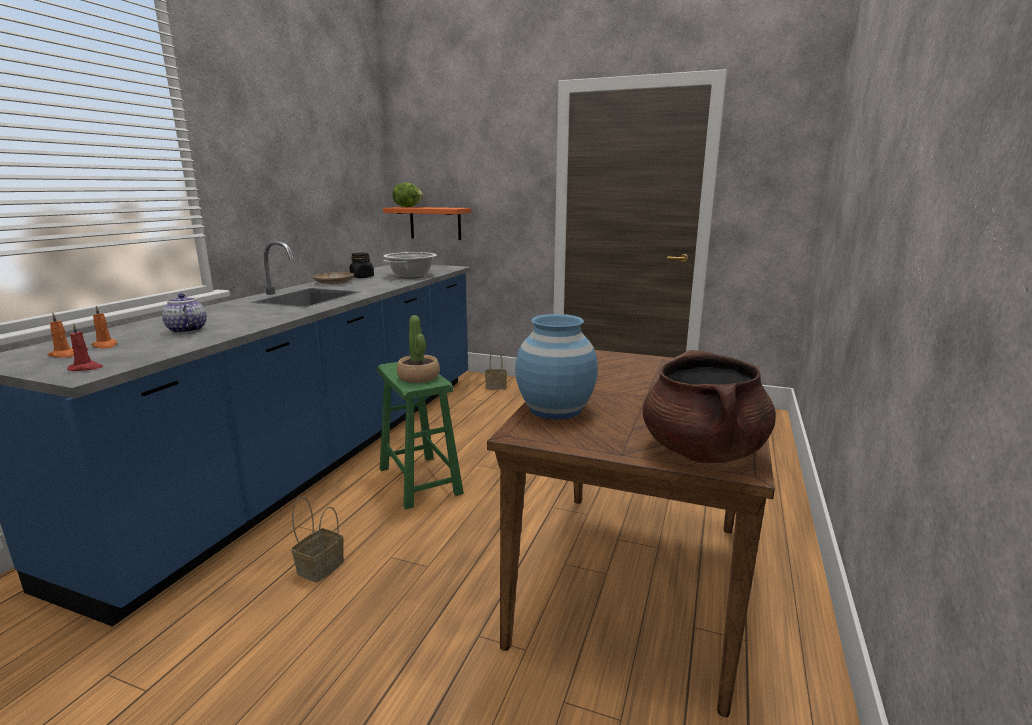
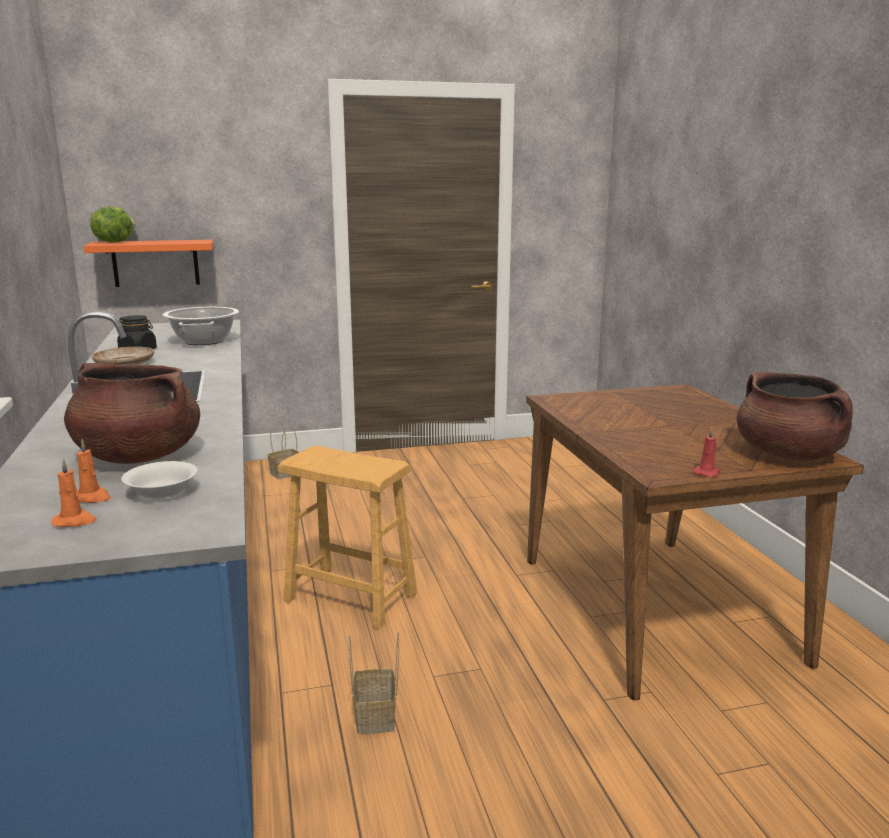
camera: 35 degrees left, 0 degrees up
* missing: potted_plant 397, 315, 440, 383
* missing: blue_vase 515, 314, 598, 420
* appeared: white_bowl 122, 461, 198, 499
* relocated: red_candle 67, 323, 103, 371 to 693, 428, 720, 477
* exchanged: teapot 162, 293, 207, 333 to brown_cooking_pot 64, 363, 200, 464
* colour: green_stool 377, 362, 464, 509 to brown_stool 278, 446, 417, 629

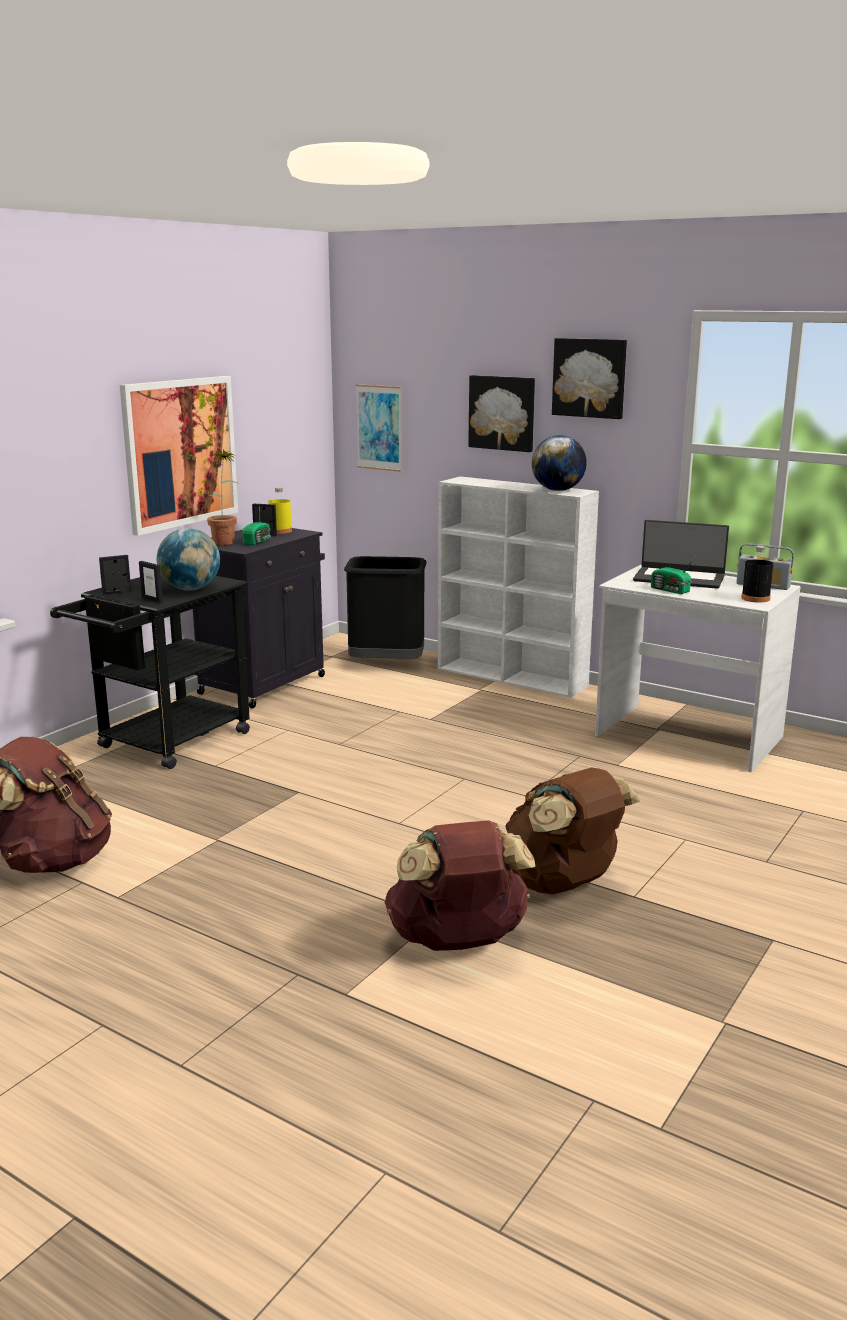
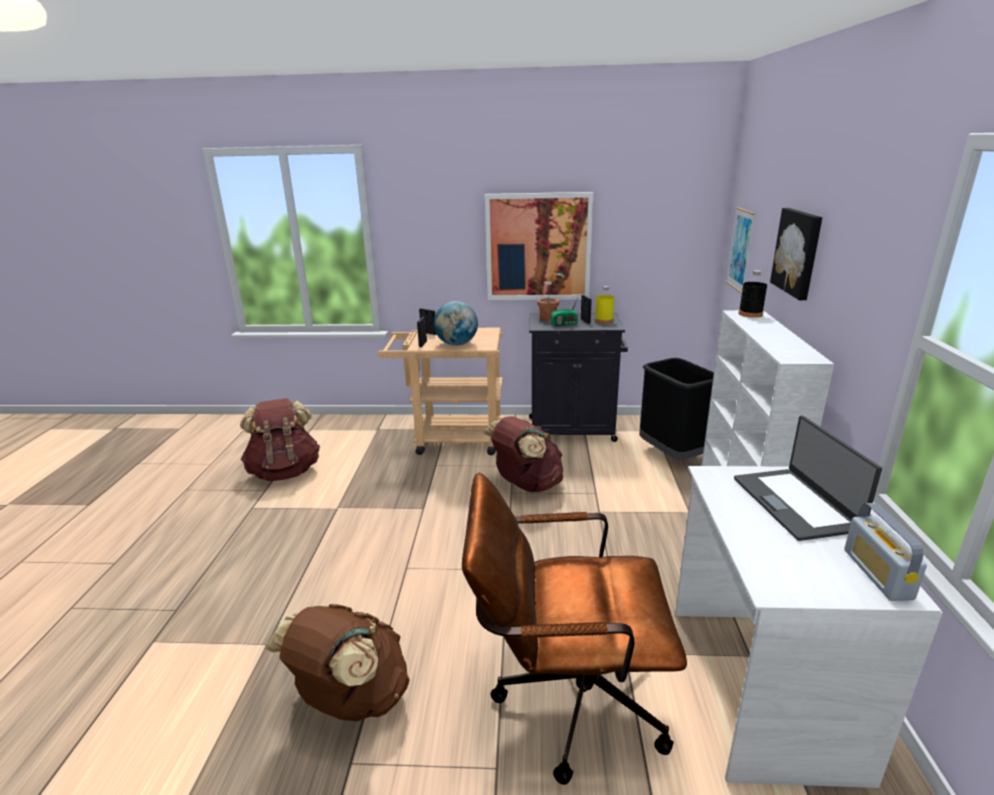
camera: 60 degrees right, 5 degrees up
* missing: globe 532, 435, 587, 491
* missing: picture 552, 338, 627, 419
* missing: radio 651, 556, 696, 594
* appeared: brown_office_chair 462, 473, 687, 785
* relocated: brown_backpack 385, 820, 535, 951 to 483, 416, 563, 492
* relocated: black_bottle 741, 546, 773, 603 to 739, 270, 767, 318
* colour: black_cart 50, 574, 250, 769 to beige_cart 377, 328, 503, 455

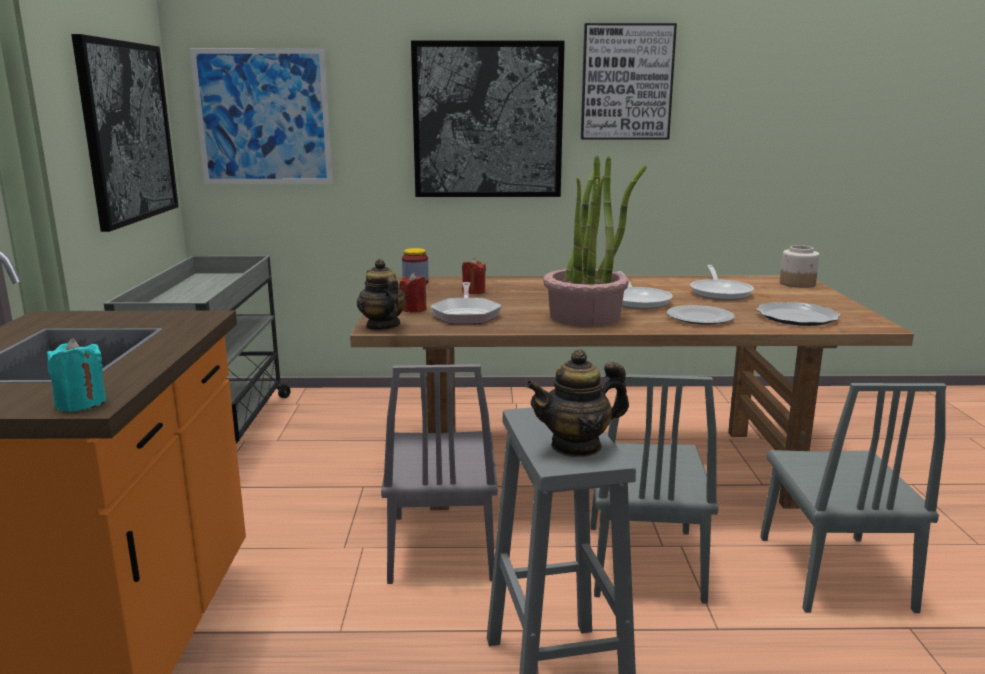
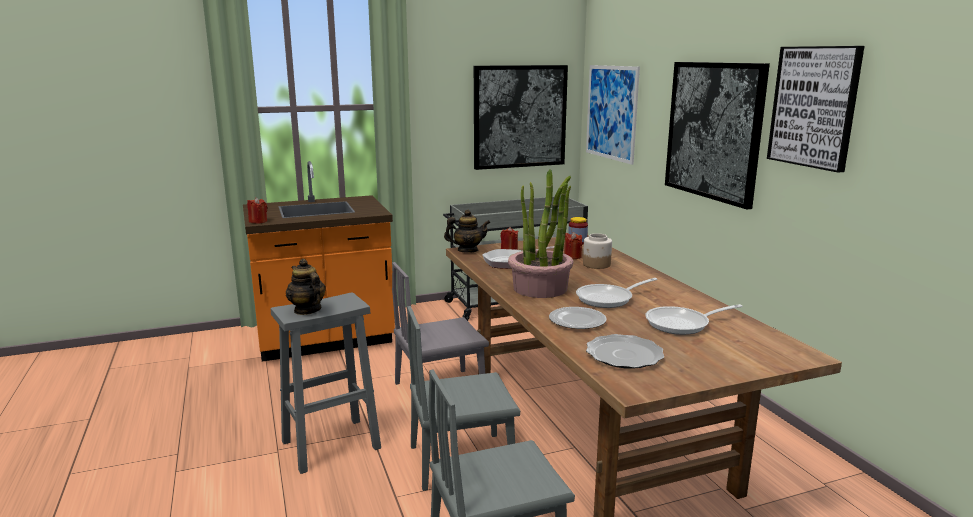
camera: 70 degrees right, 0 degrees up
* relocated: jar 780, 245, 819, 288 to 583, 233, 612, 269
* colour: turquoise_candle 47, 338, 106, 412 to red_candle 247, 197, 267, 224
* spun: teapot 357, 259, 407, 330 = 444, 210, 491, 253 45 degrees clockwise

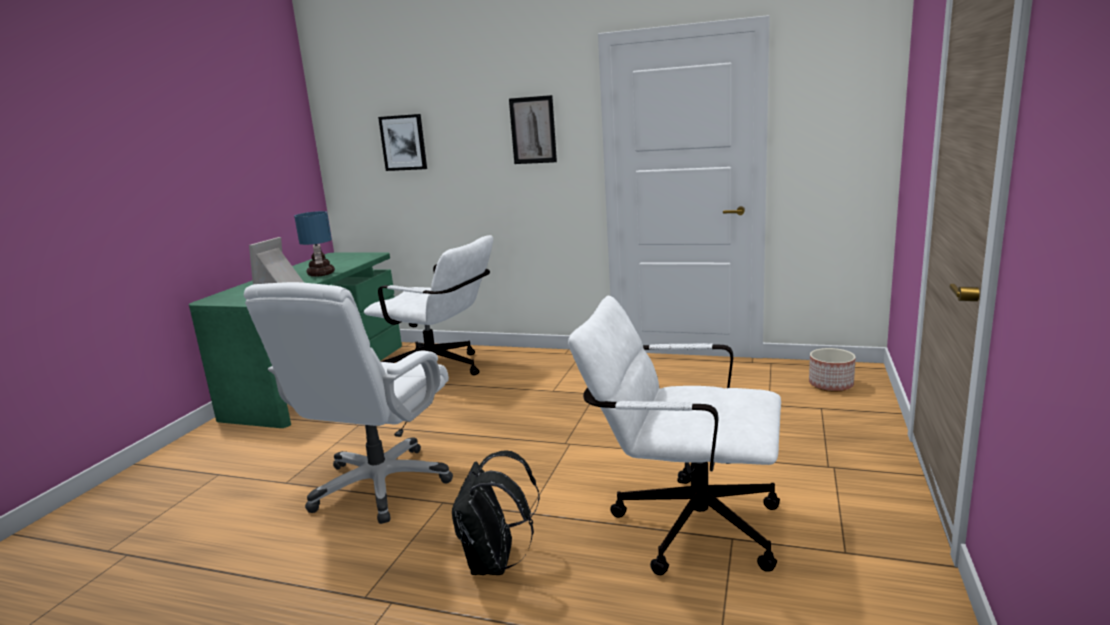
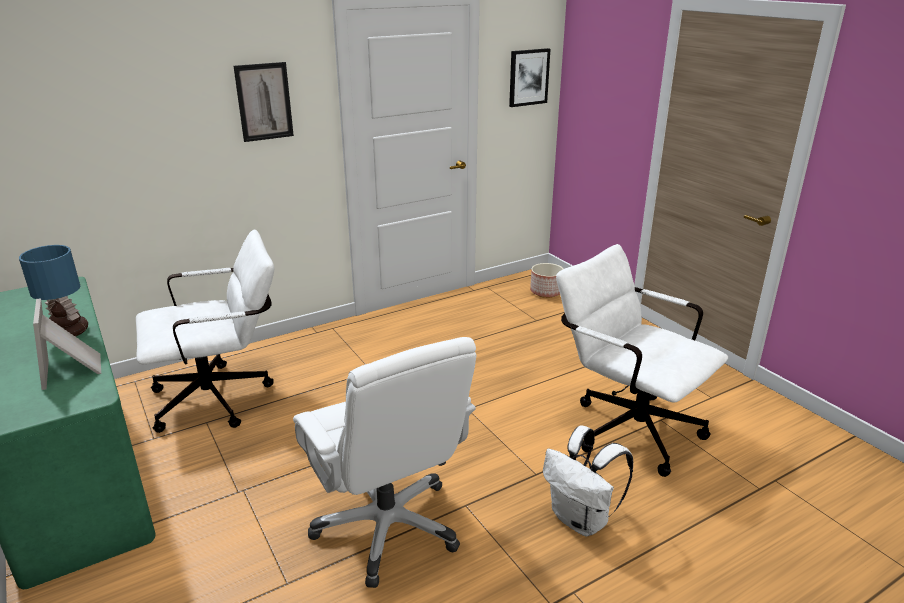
camera: 50 degrees left, 10 degrees up
* relocated: picture 378, 114, 427, 171 to 509, 48, 550, 107
* colour: black_backpack 452, 451, 540, 575 to white_backpack 543, 425, 633, 536
* spun: white_office_chair 568, 296, 781, 575 = 556, 244, 728, 477 75 degrees clockwise

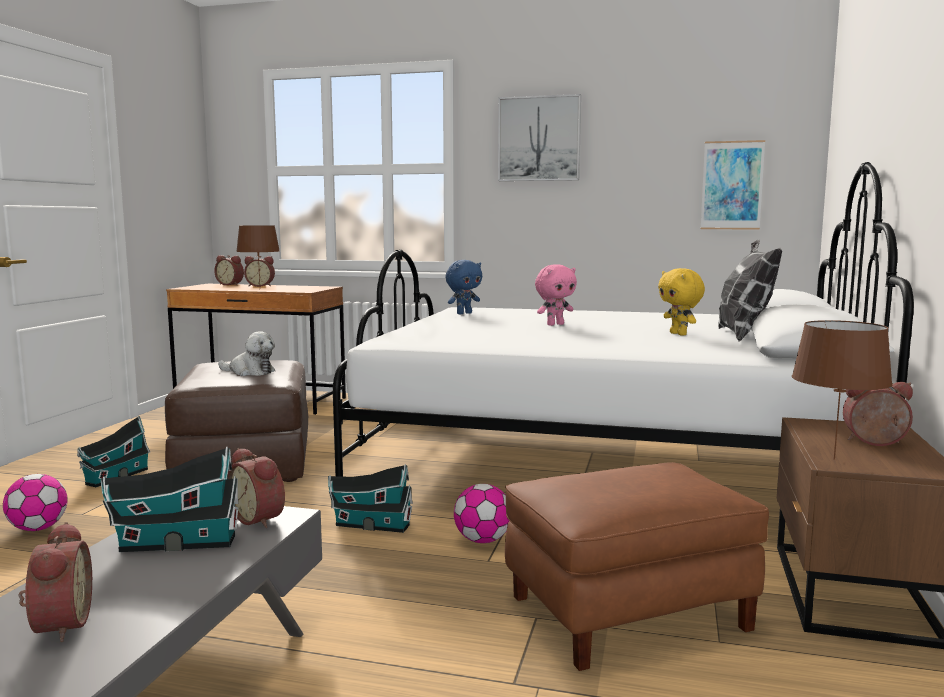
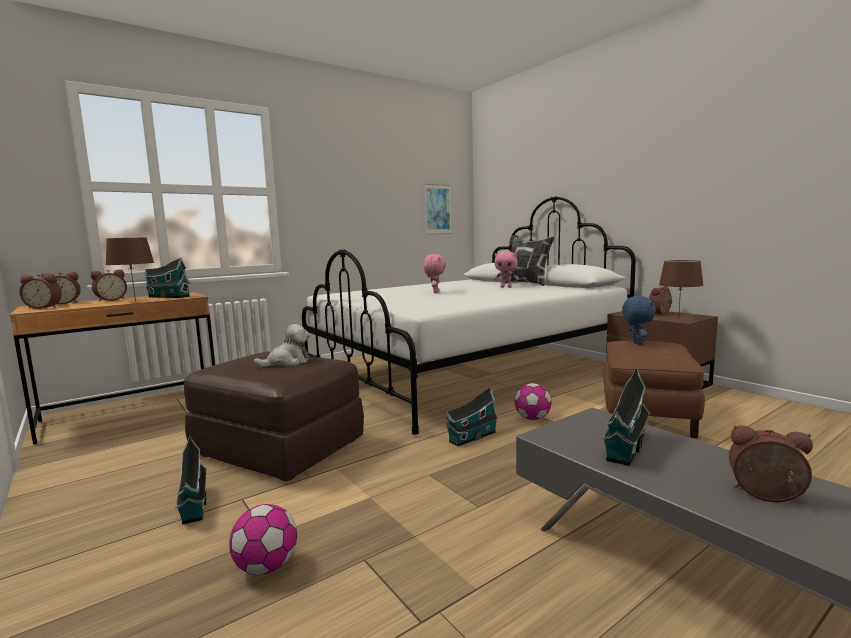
camera: 50 degrees left, 0 degrees up
* missing: picture 498, 94, 581, 181
* appeared: toy_house 144, 257, 191, 298
* relocated: alarm_clock 228, 448, 285, 528 to 19, 274, 62, 309
* relocated: blue_plush_toy 445, 260, 482, 314 to 622, 296, 656, 345
* colour: yellow_plush_toy 658, 268, 705, 335 to pink_plush_toy 493, 251, 519, 288

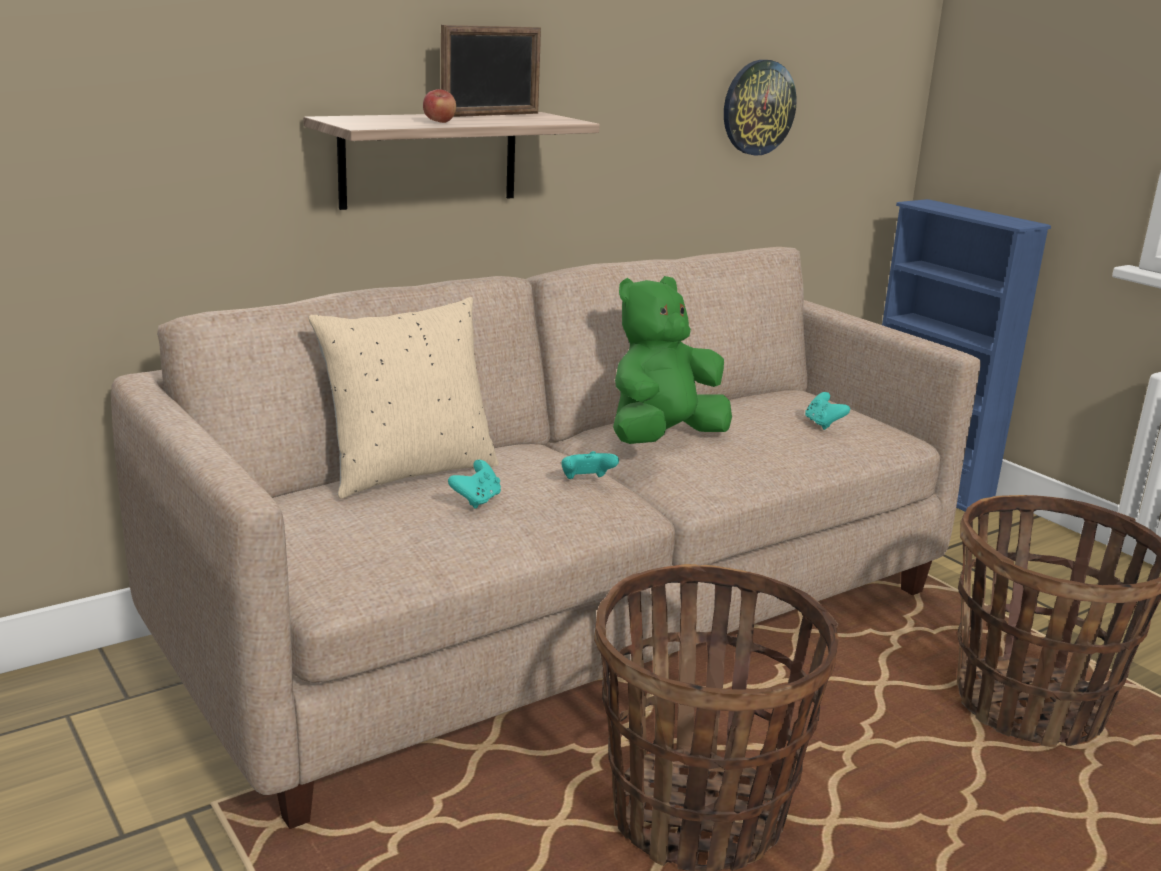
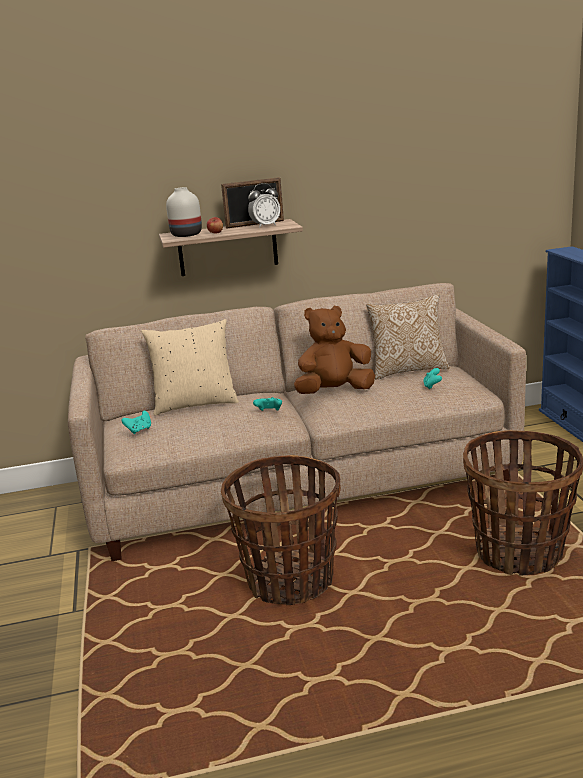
camera: 25 degrees right, 0 degrees up
* missing: wall_clock 724, 60, 797, 156
* appeared: white_vase 166, 187, 202, 237
* appeared: alarm_clock 248, 183, 280, 228
* appeared: pillow 366, 294, 450, 380
* relocated: turquoise_game_controller 448, 460, 501, 509 to 121, 411, 151, 434
* colour: green_plush_toy 613, 276, 732, 444 to brown_plush_toy 294, 306, 375, 394

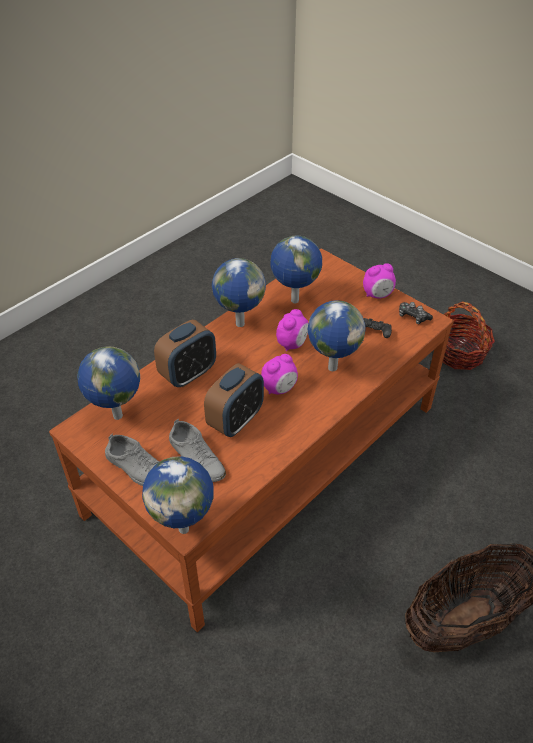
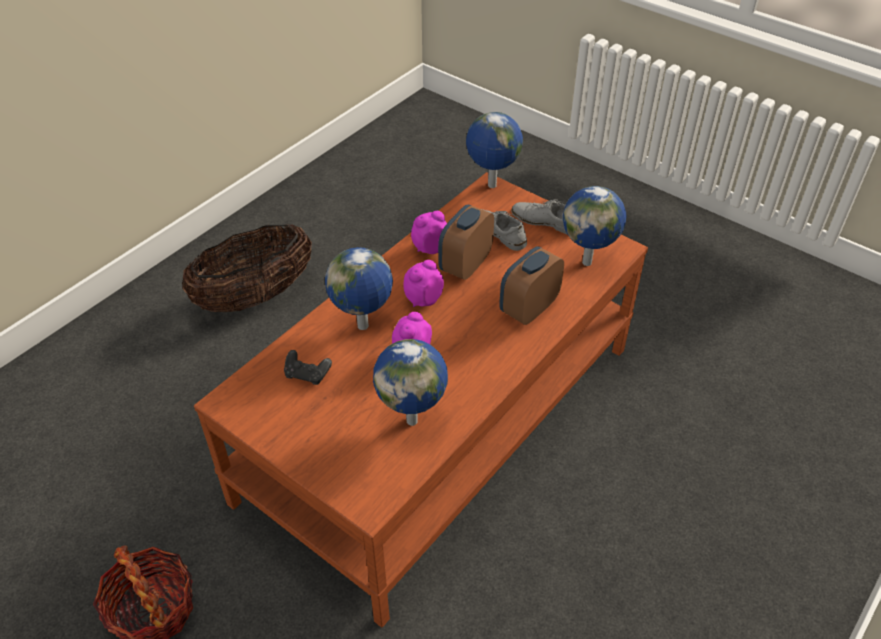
camera: 175 degrees right, 0 degrees up
* missing: globe 212, 258, 266, 327
* missing: game_controller 399, 302, 433, 324
* relocated: alarm_clock 363, 263, 396, 298 to 411, 211, 447, 254

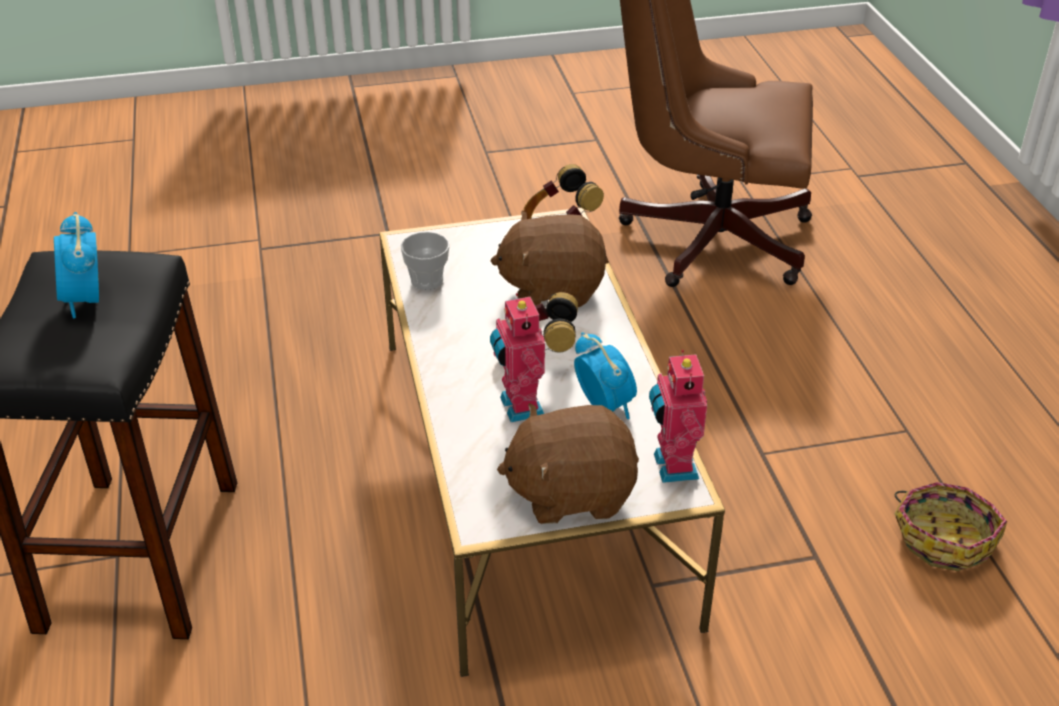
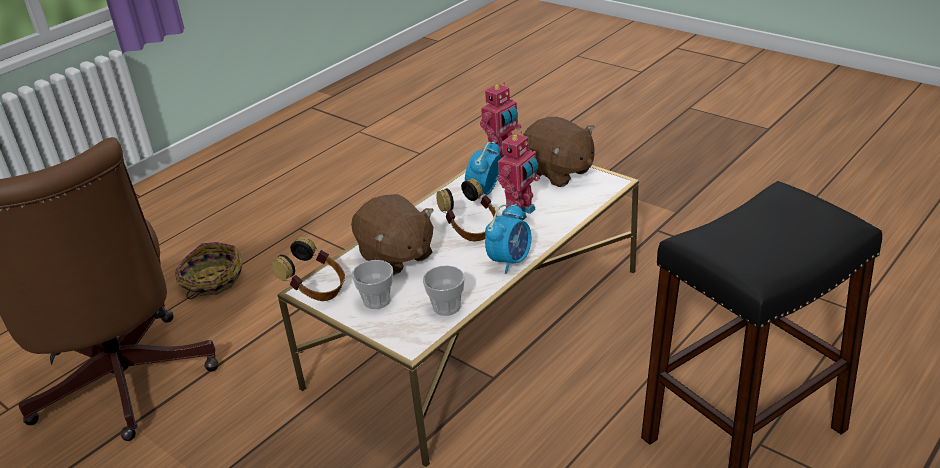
camera: 125 degrees left, 5 degrees down
* appeared: cup 352, 260, 393, 309
* relocated: alarm_clock 54, 212, 99, 318 to 485, 203, 531, 274
* relocated: basket 894, 482, 1007, 571 to 175, 242, 242, 299

